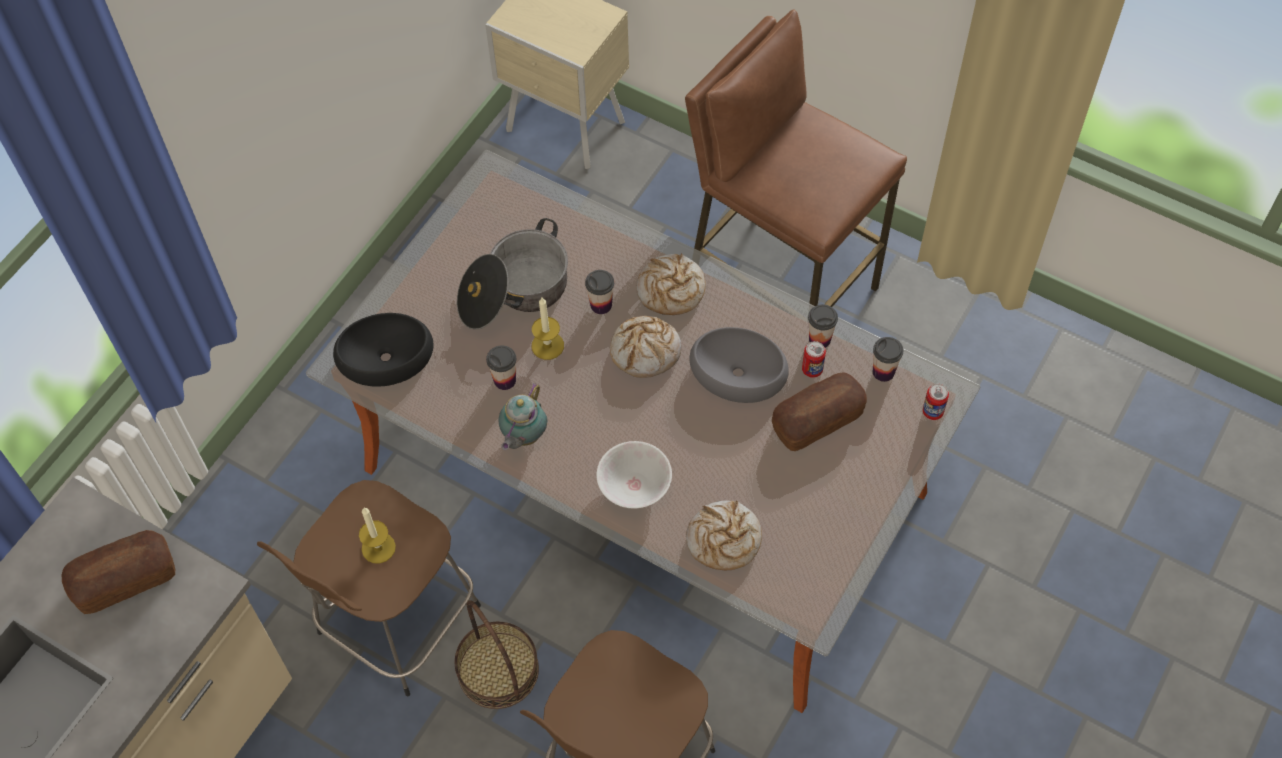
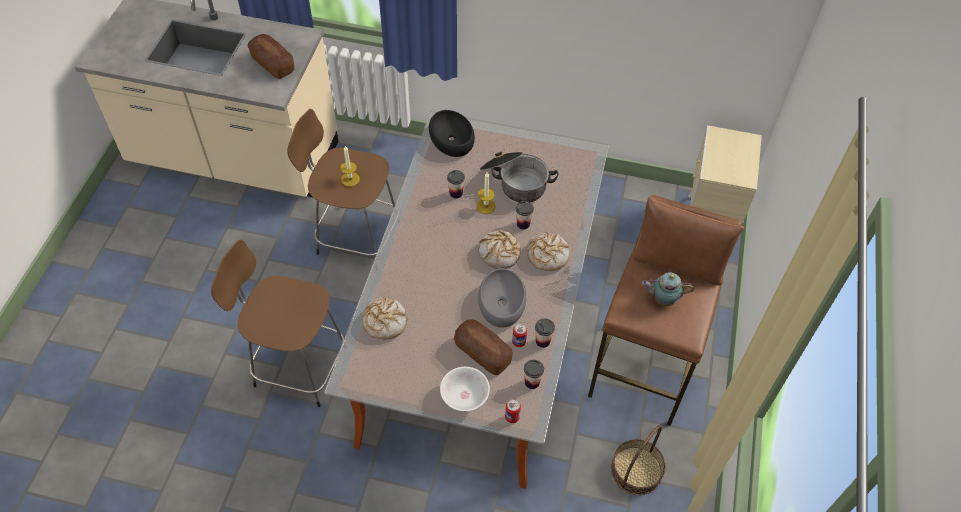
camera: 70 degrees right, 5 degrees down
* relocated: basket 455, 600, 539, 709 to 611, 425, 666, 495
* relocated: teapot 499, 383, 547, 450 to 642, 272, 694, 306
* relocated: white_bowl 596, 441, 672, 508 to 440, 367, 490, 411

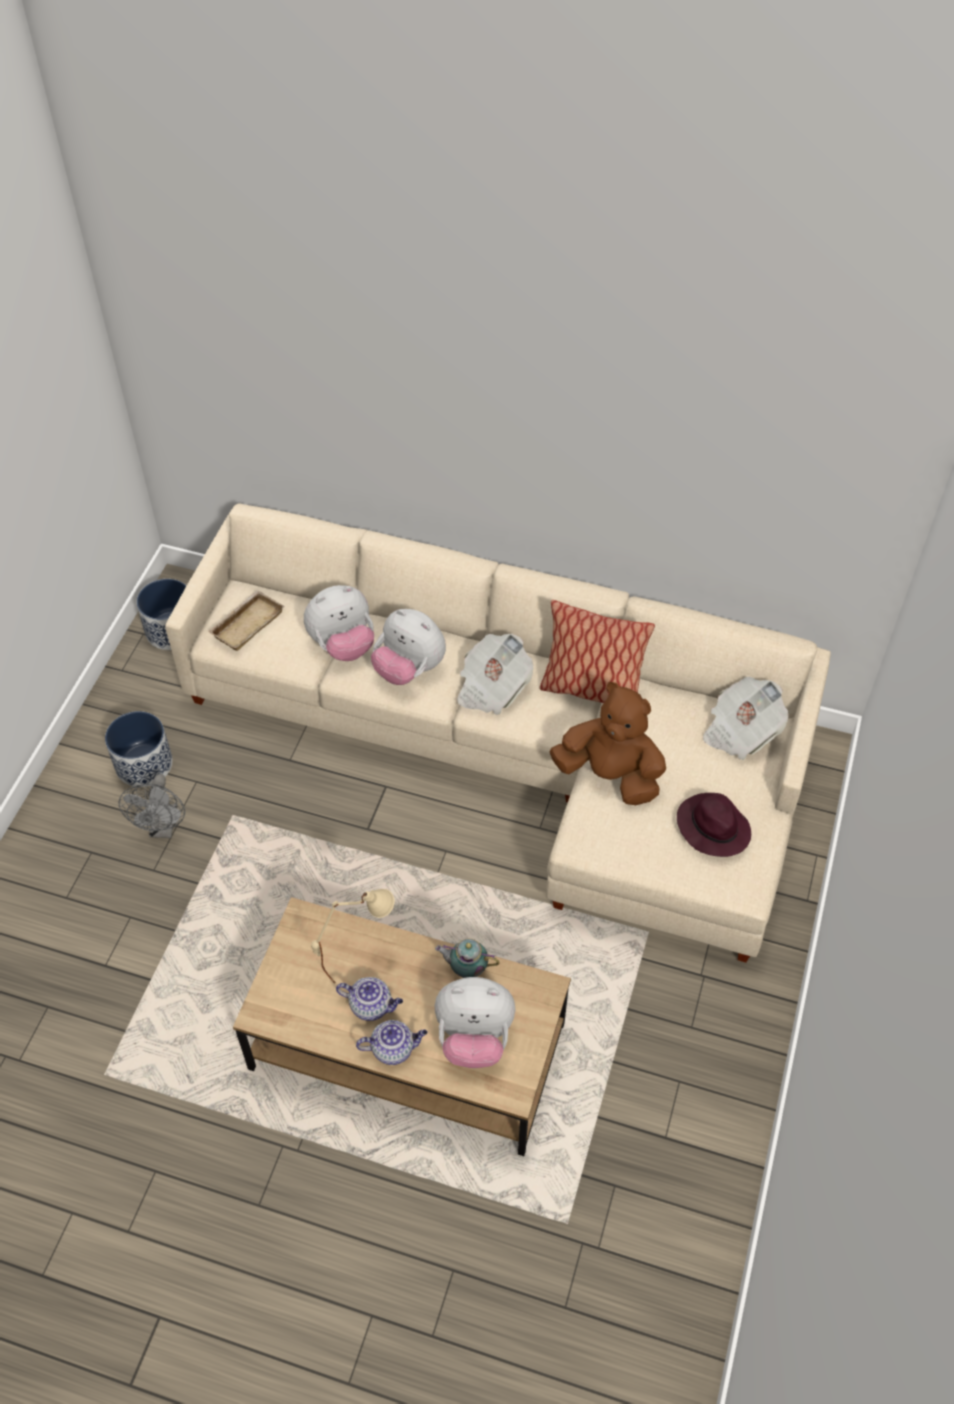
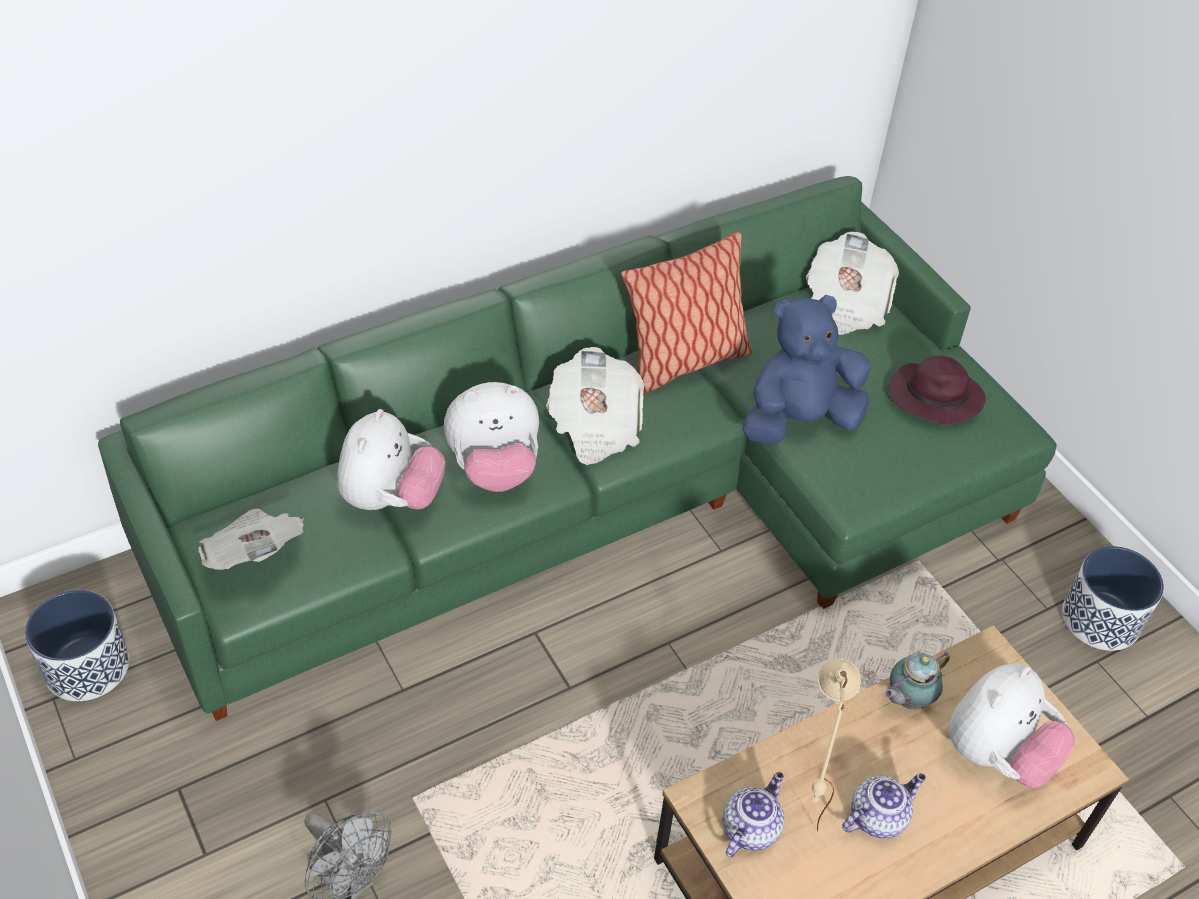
camera: 50 degrees left, 5 degrees down
* relocated: planter 105, 711, 173, 787 to 1062, 546, 1164, 651
* relocated: teapot 356, 1020, 427, 1065 to 723, 772, 784, 857
* exchanged: beige_tray 208, 590, 284, 651 to newspaper 199, 508, 304, 570
* colour: beige_sofa 165, 503, 831, 963 to green_sofa 98, 176, 1057, 721
* colour: brown_plush_toy 549, 682, 666, 805 to blue_plush_toy 743, 295, 872, 444

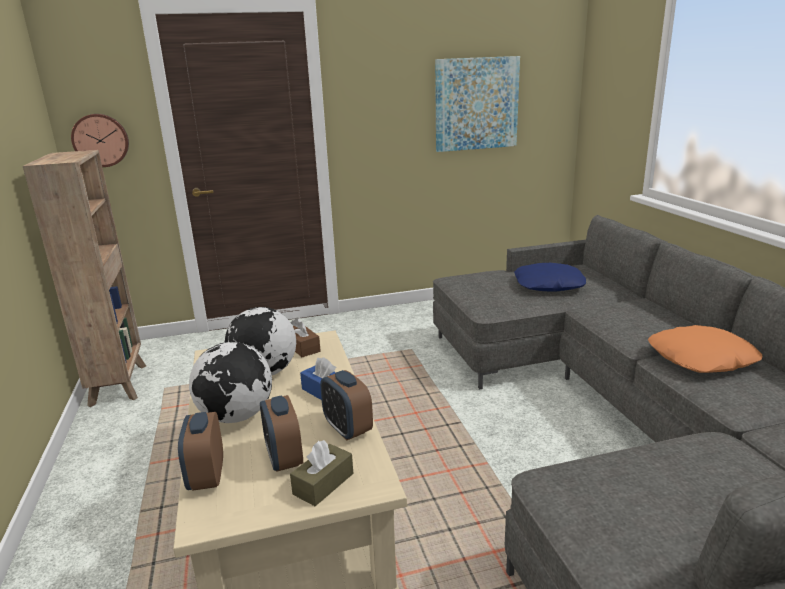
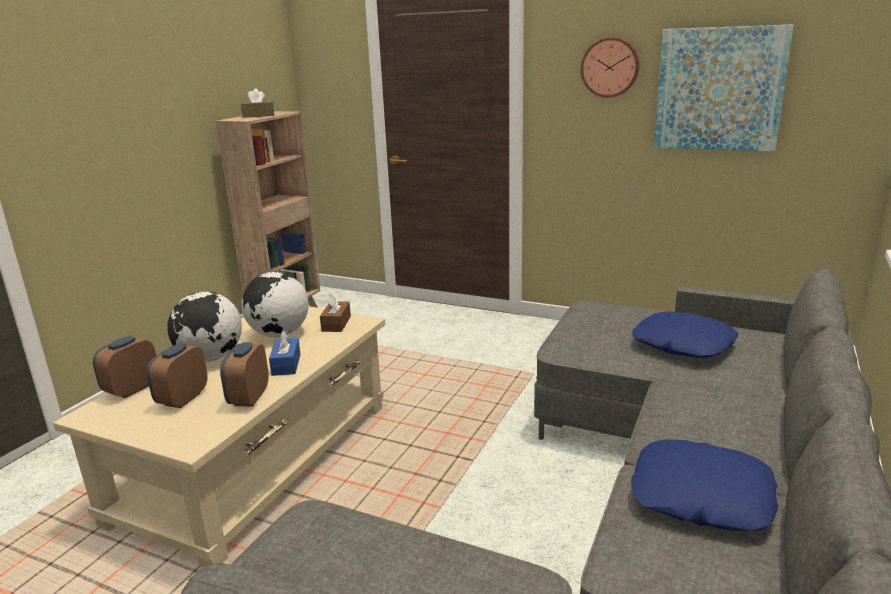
camera: 40 degrees right, 0 degrees up
* relocated: wall_clock 71, 114, 129, 167 to 581, 37, 640, 98
* relocated: brown_tissue_box 290, 440, 353, 506 to 241, 89, 274, 118
* colour: orange_pillow 648, 325, 763, 373 to blue_pillow 631, 439, 779, 531

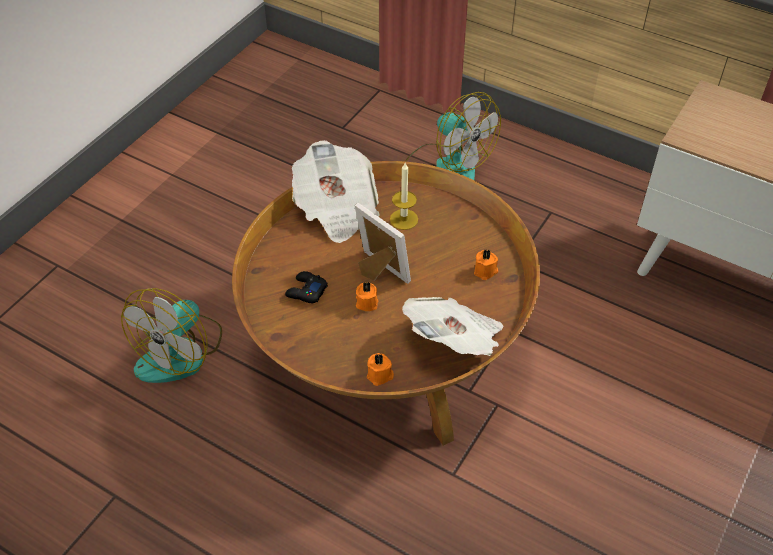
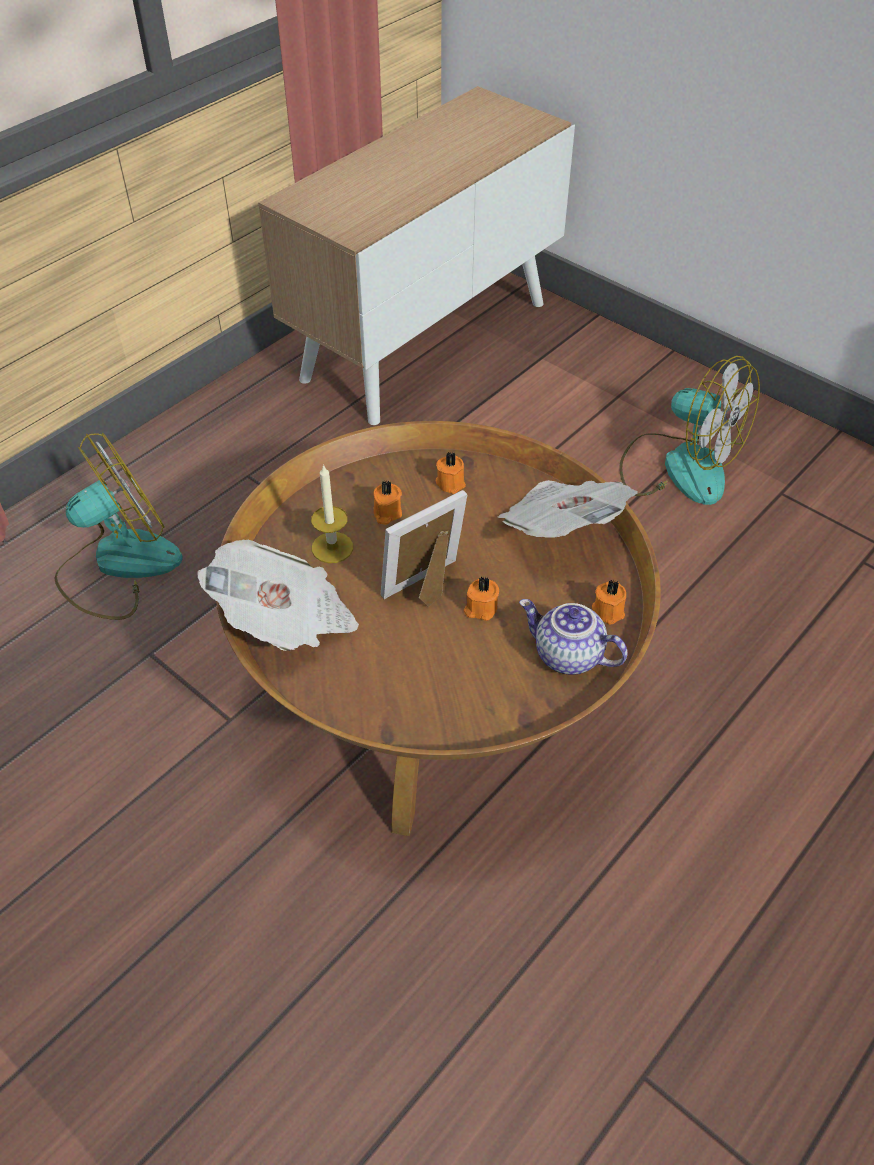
camera: 80 degrees left, 0 degrees up
* missing: black_game_controller 285, 271, 328, 303
* appeared: orange_candle 373, 481, 402, 525
* appeared: teapot 519, 599, 627, 675
* relocated: fan 121, 288, 222, 383 to 619, 356, 760, 505

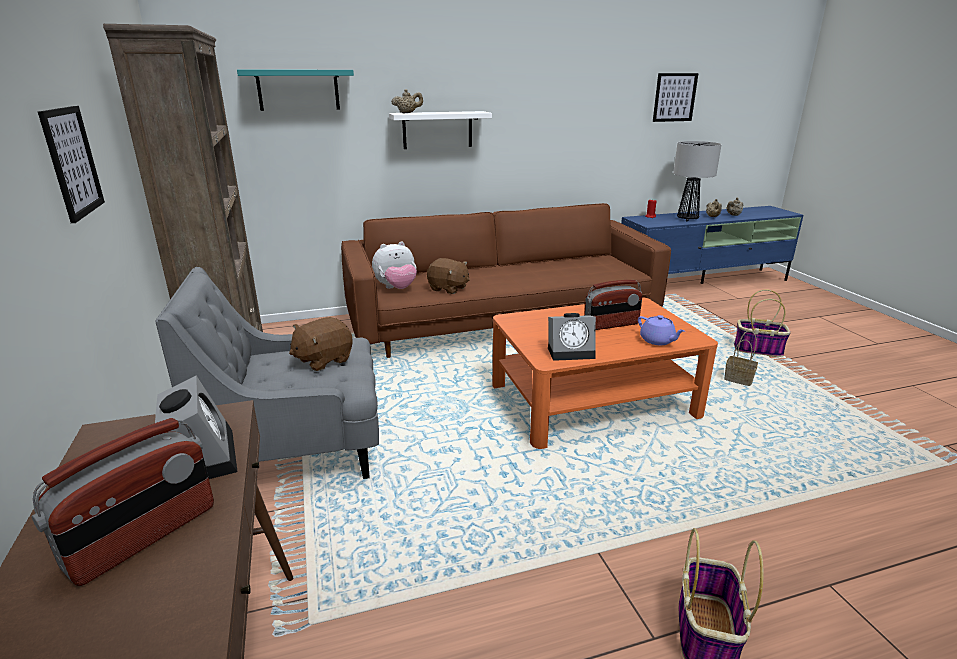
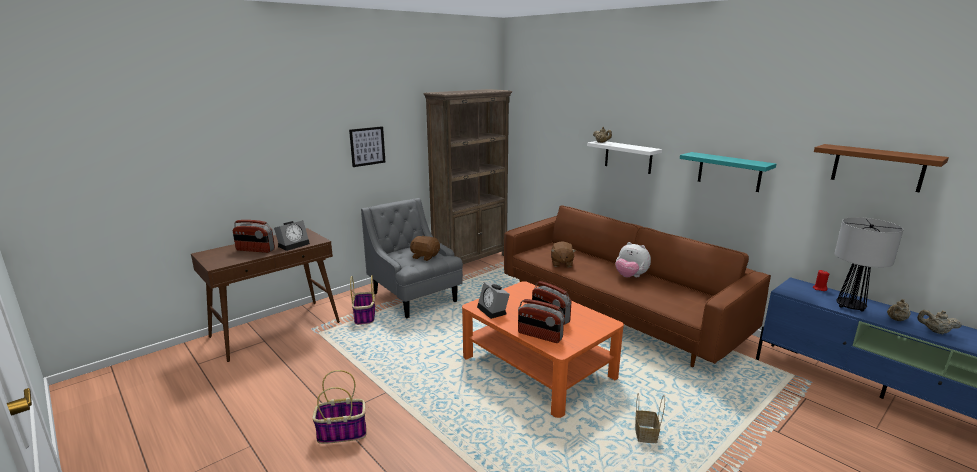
camera: 65 degrees right, 5 degrees down
* relocated: turquoise_shelf 237, 70, 354, 111 to 680, 152, 776, 192
* relocated: plush_toy 372, 242, 417, 289 to 615, 242, 651, 278
* relocated: basket 734, 289, 791, 357 to 350, 275, 375, 325
* exchanged: purple_teapot 638, 315, 685, 345 to radio 518, 299, 565, 343
* exchanged: picture 653, 73, 698, 122 to brown_shelf 814, 144, 949, 192

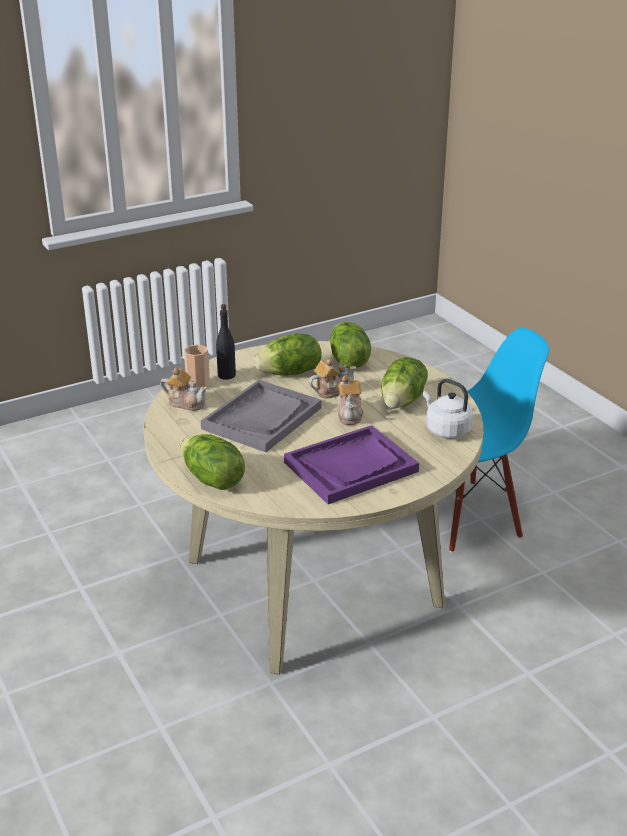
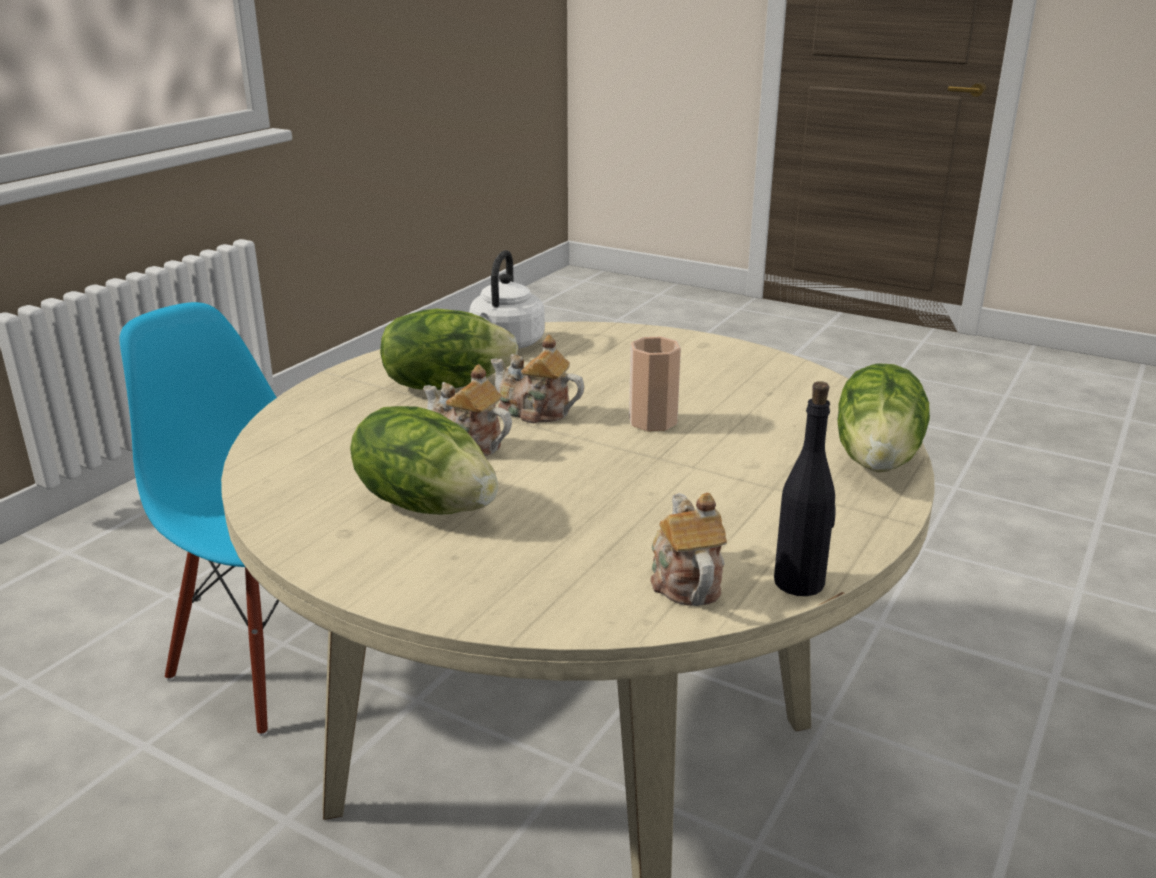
camera: 120 degrees left, 5 degrees down
* missing: grey_tray 201, 380, 322, 452
* missing: purple_tray 284, 425, 419, 504
* missing: lettuce 330, 322, 371, 368
* relocated: cup 184, 344, 210, 388 to 629, 336, 681, 431
* relocated: black_bottle 216, 304, 236, 380 to 774, 381, 836, 596
* spun: teapot 337, 375, 363, 425 = 491, 335, 584, 423 120 degrees counterclockwise

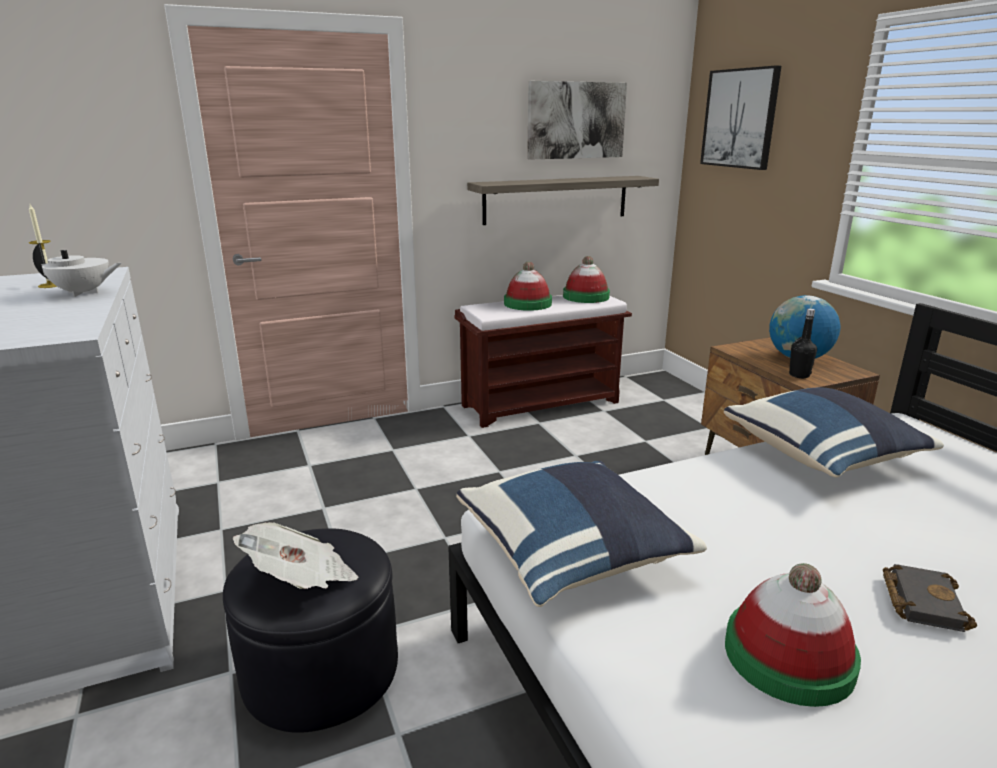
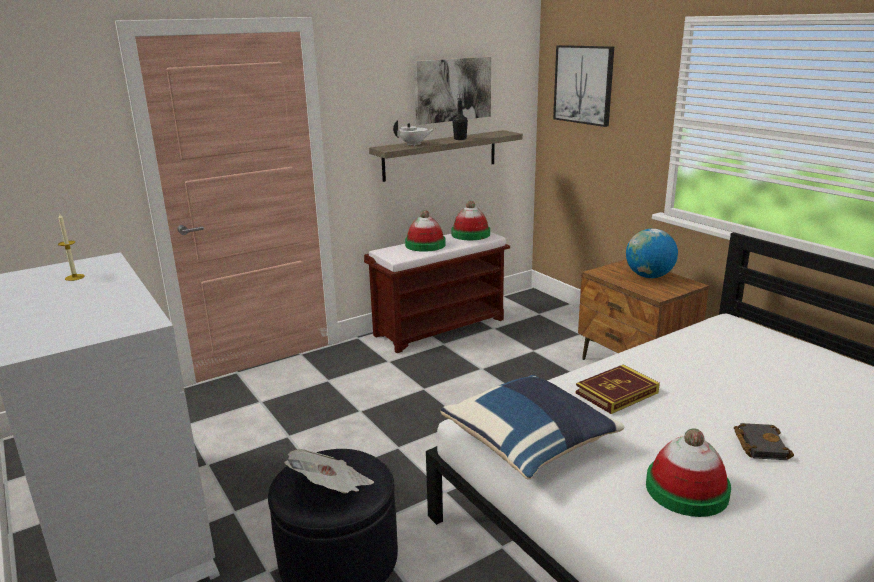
camera: 10 degrees left, 0 degrees up
* missing: blue_pillow 724, 388, 944, 478
* appeared: book 576, 365, 660, 414
* relocated: white_teapot 33, 243, 121, 297 to 393, 120, 435, 146
* relocated: black_bottle 789, 309, 817, 378 to 453, 94, 468, 140

